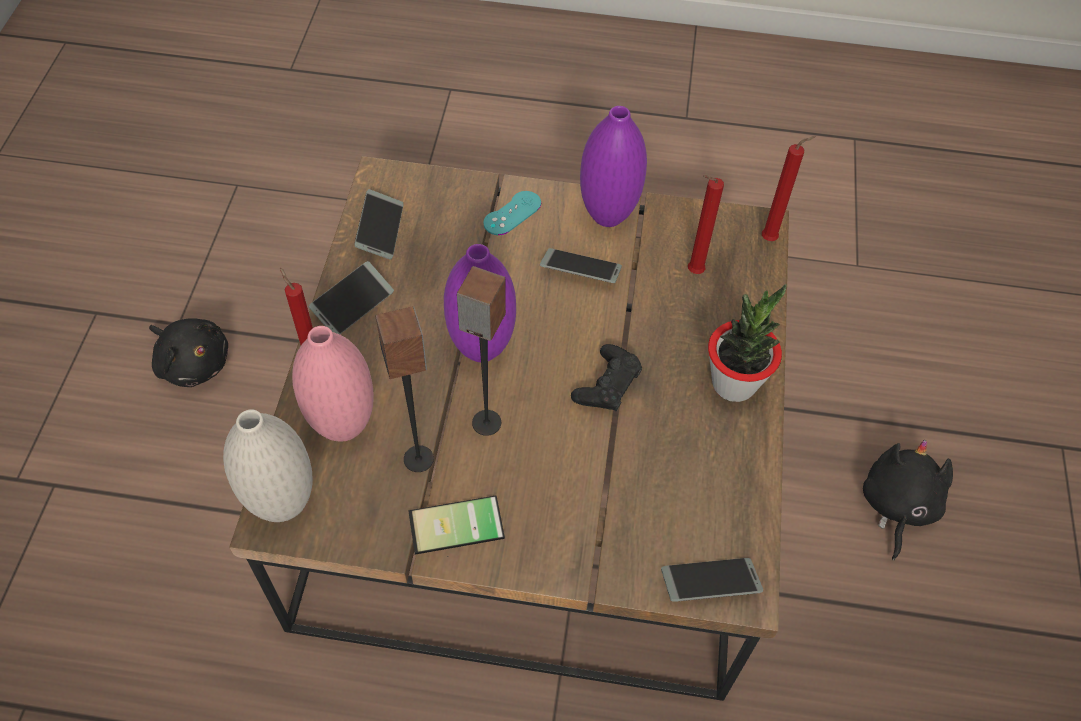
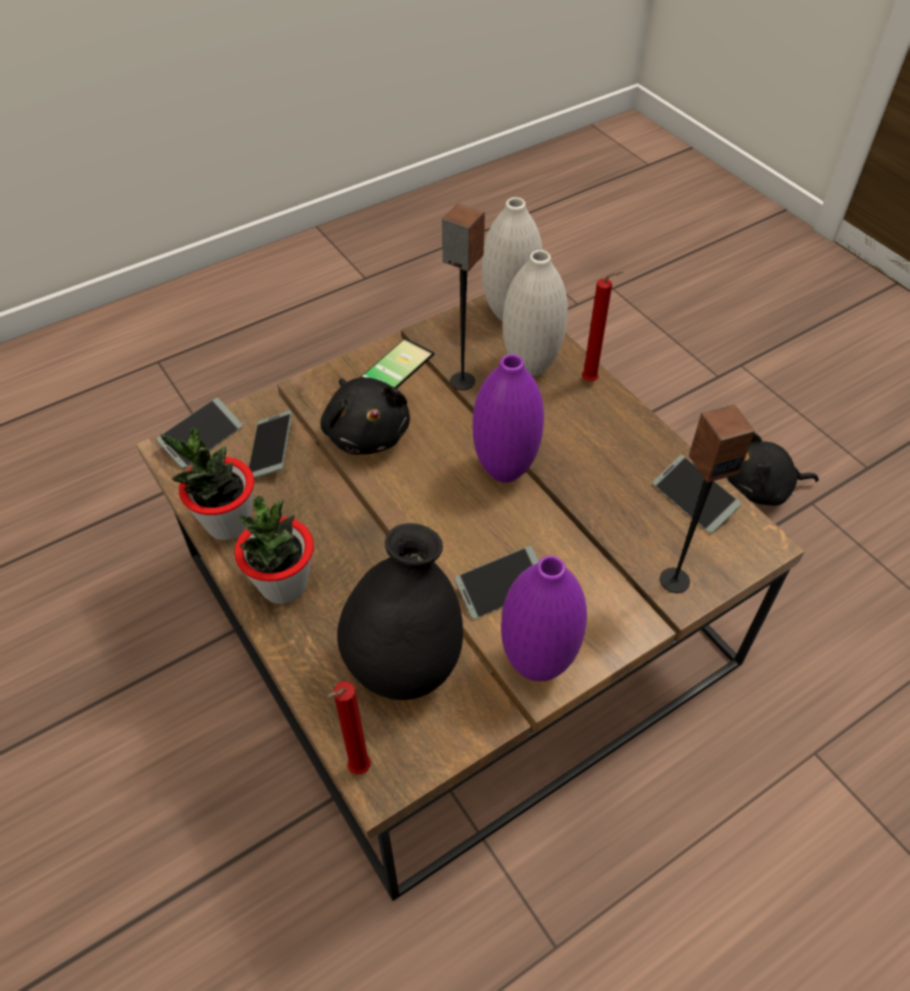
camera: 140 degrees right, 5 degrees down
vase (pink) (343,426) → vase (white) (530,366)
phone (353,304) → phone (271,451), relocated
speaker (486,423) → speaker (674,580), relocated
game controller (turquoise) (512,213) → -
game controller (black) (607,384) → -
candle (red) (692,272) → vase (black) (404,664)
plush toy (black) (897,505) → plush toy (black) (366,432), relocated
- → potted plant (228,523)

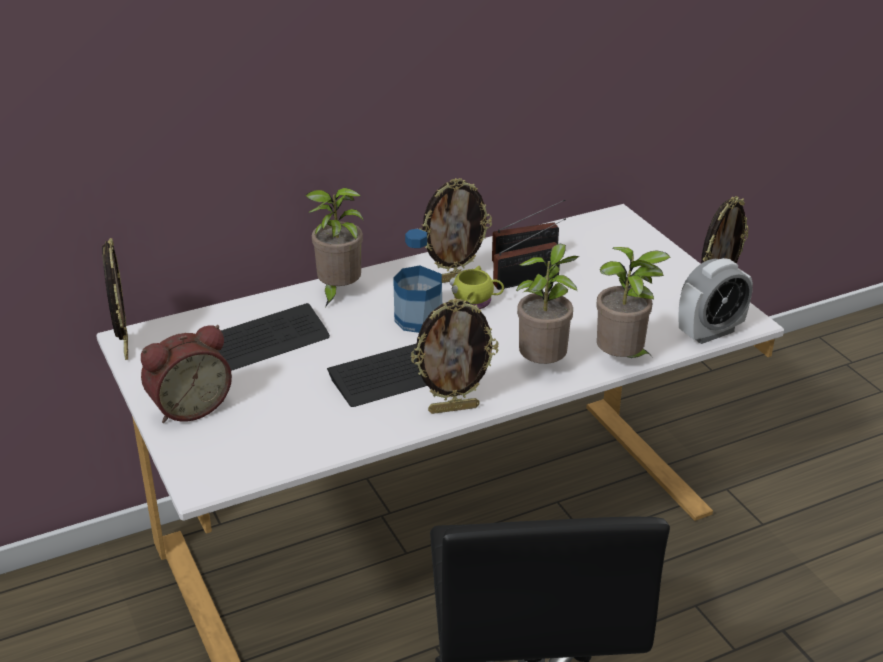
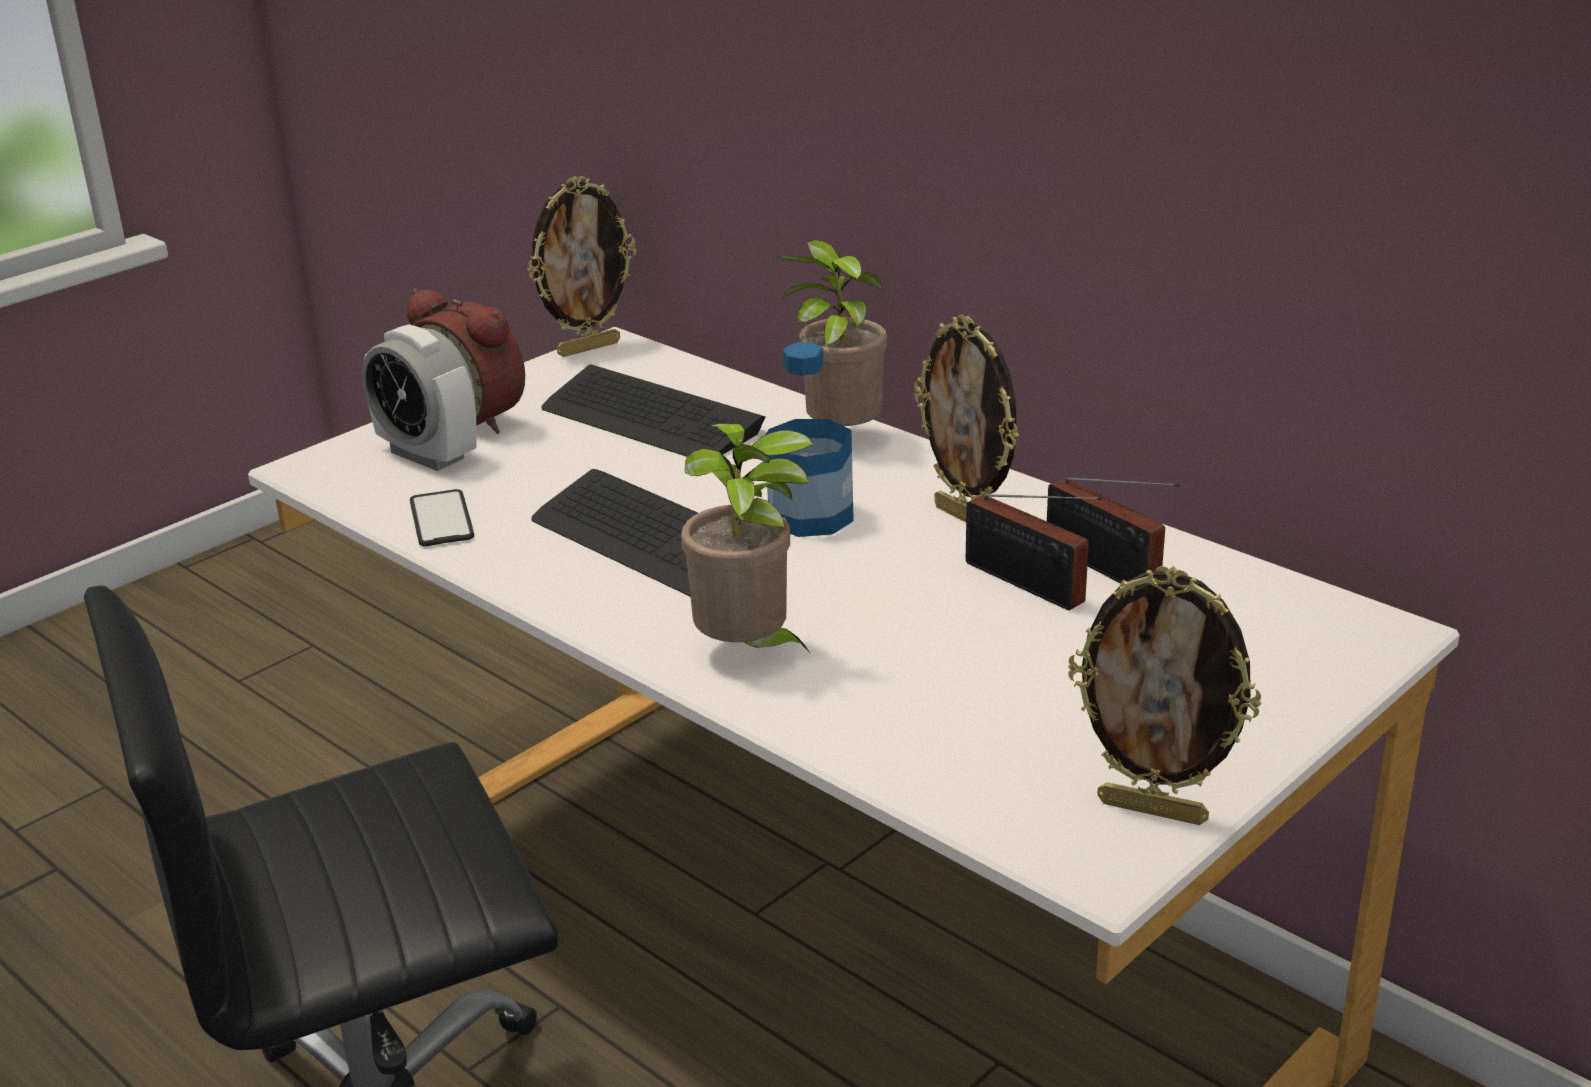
camera: 70 degrees right, 5 degrees down
picture frame (453,408) → -
mug (yellow) (476,301) → -
potted plant (622,360) → -
alarm clock (710,332) → alarm clock (427,455), relocated
- → phone (441,520)

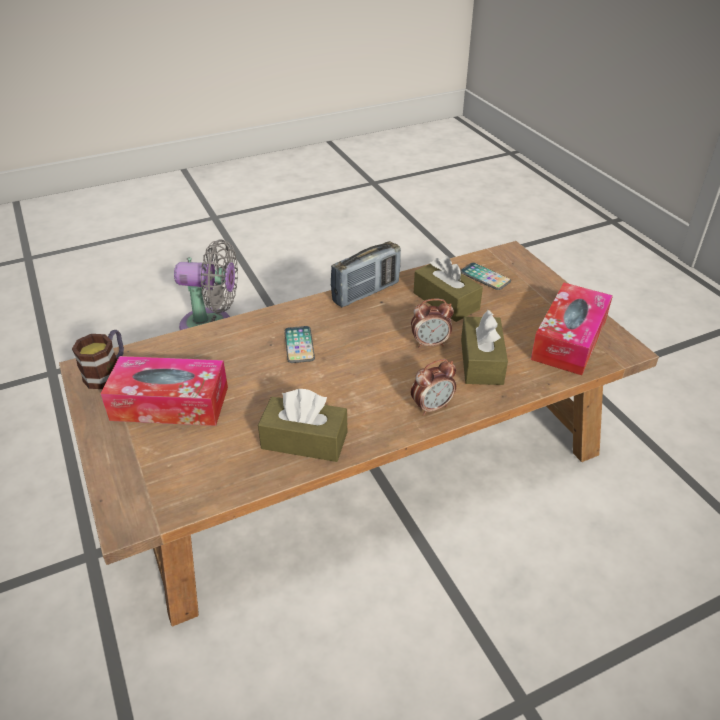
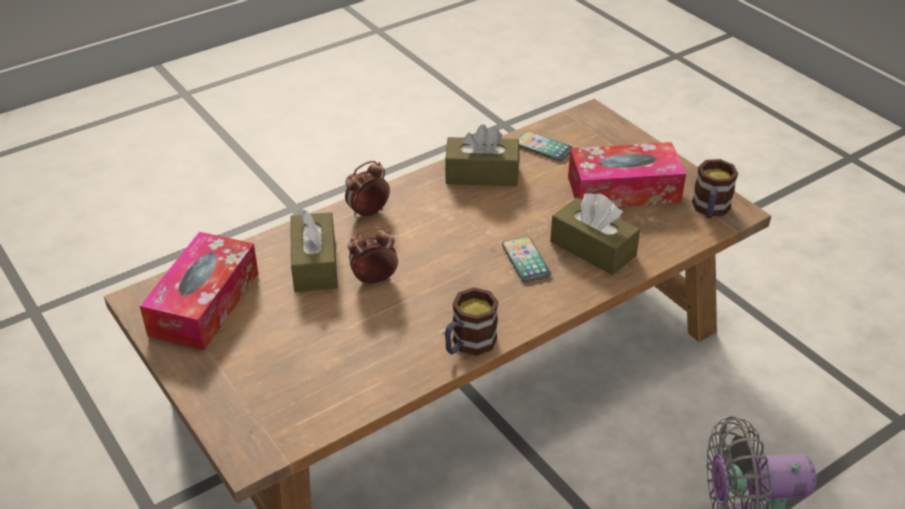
camera: 170 degrees right, 0 degrees up
radio (366,292) → mug (468,344)
tissue box (brown) (446,301) → tissue box (brown) (592,248), relocated
phone (485,277) → phone (543,147), relocated

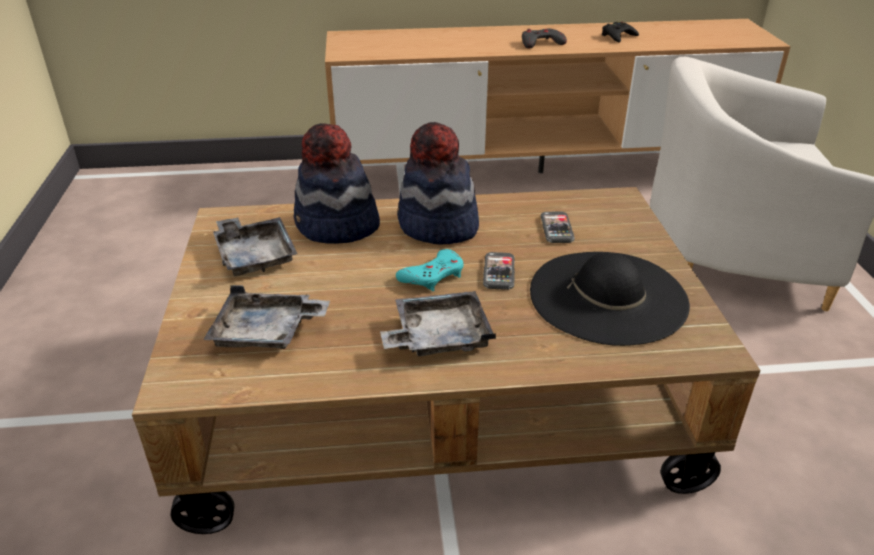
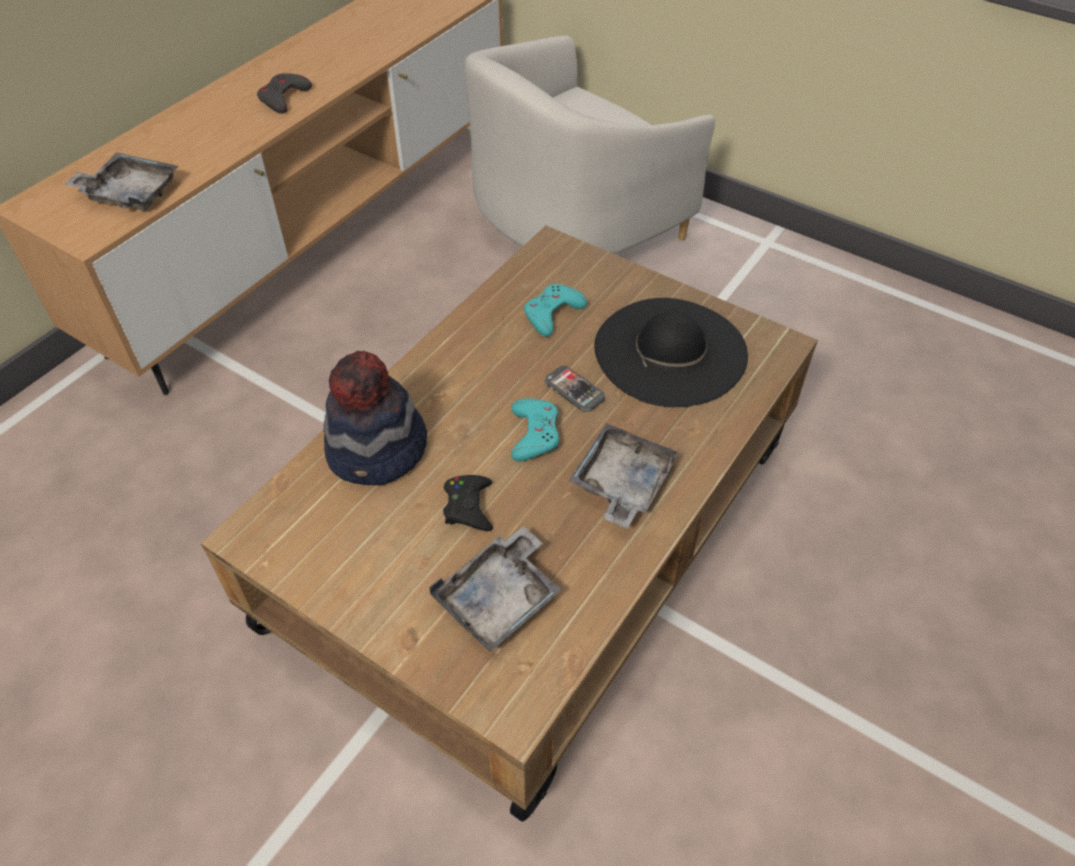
camera: 50 degrees left, 15 degrees up
tray (grey) (255,255) → tray (grey) (130,193), relocated
hat (437,226) → -
phone (557,229) → game controller (turquoise) (552,313)
game controller (black) (618,36) → game controller (black) (468,507), relocated

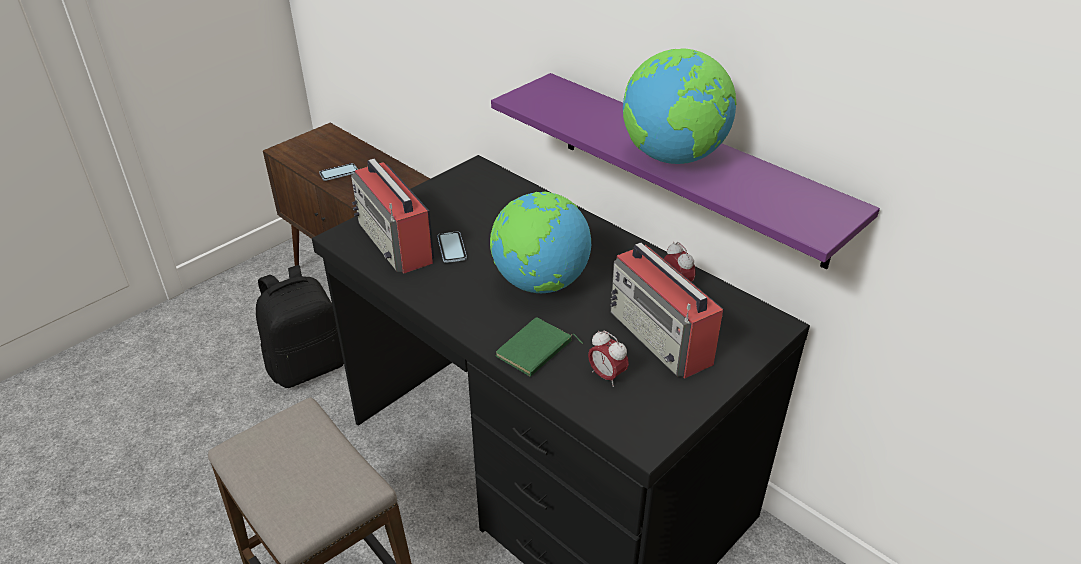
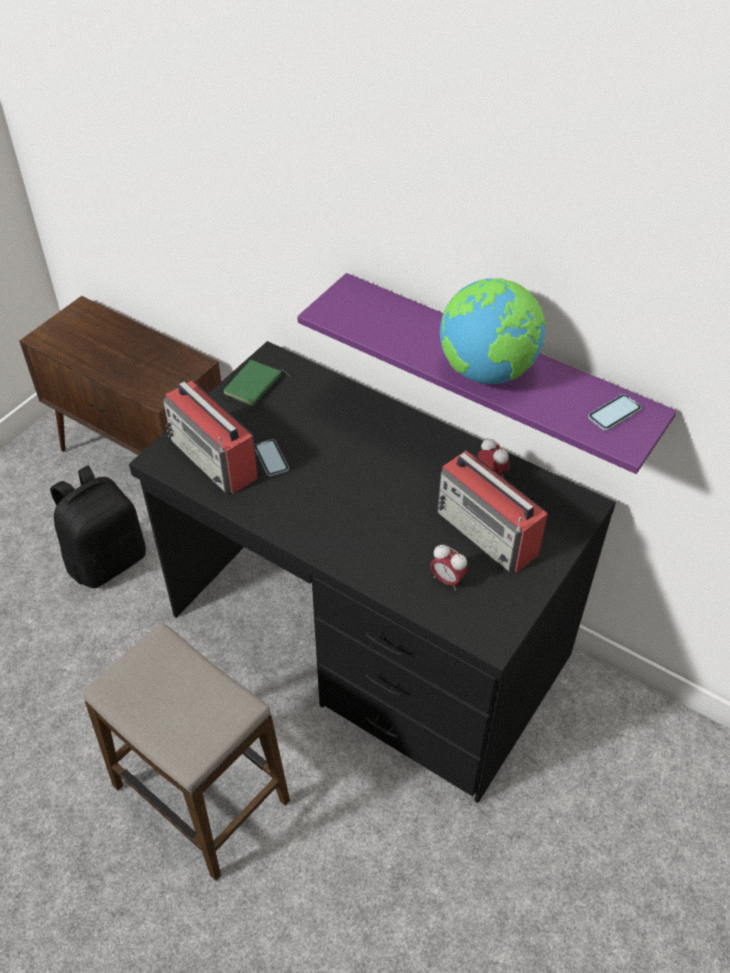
camera: 10 degrees left, 10 degrees up
phone (339,173) → phone (614,414), relocated
globe (540,283) → -
book (green) (535,351) → book (green) (254,386), relocated

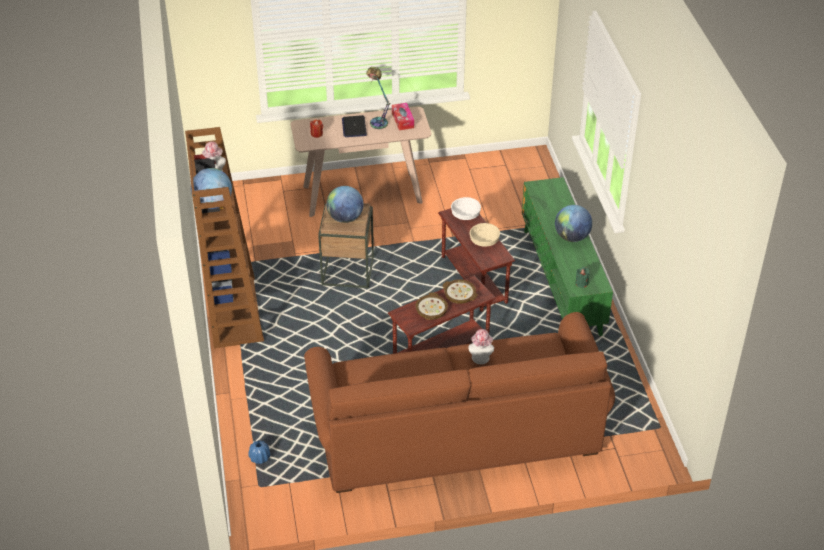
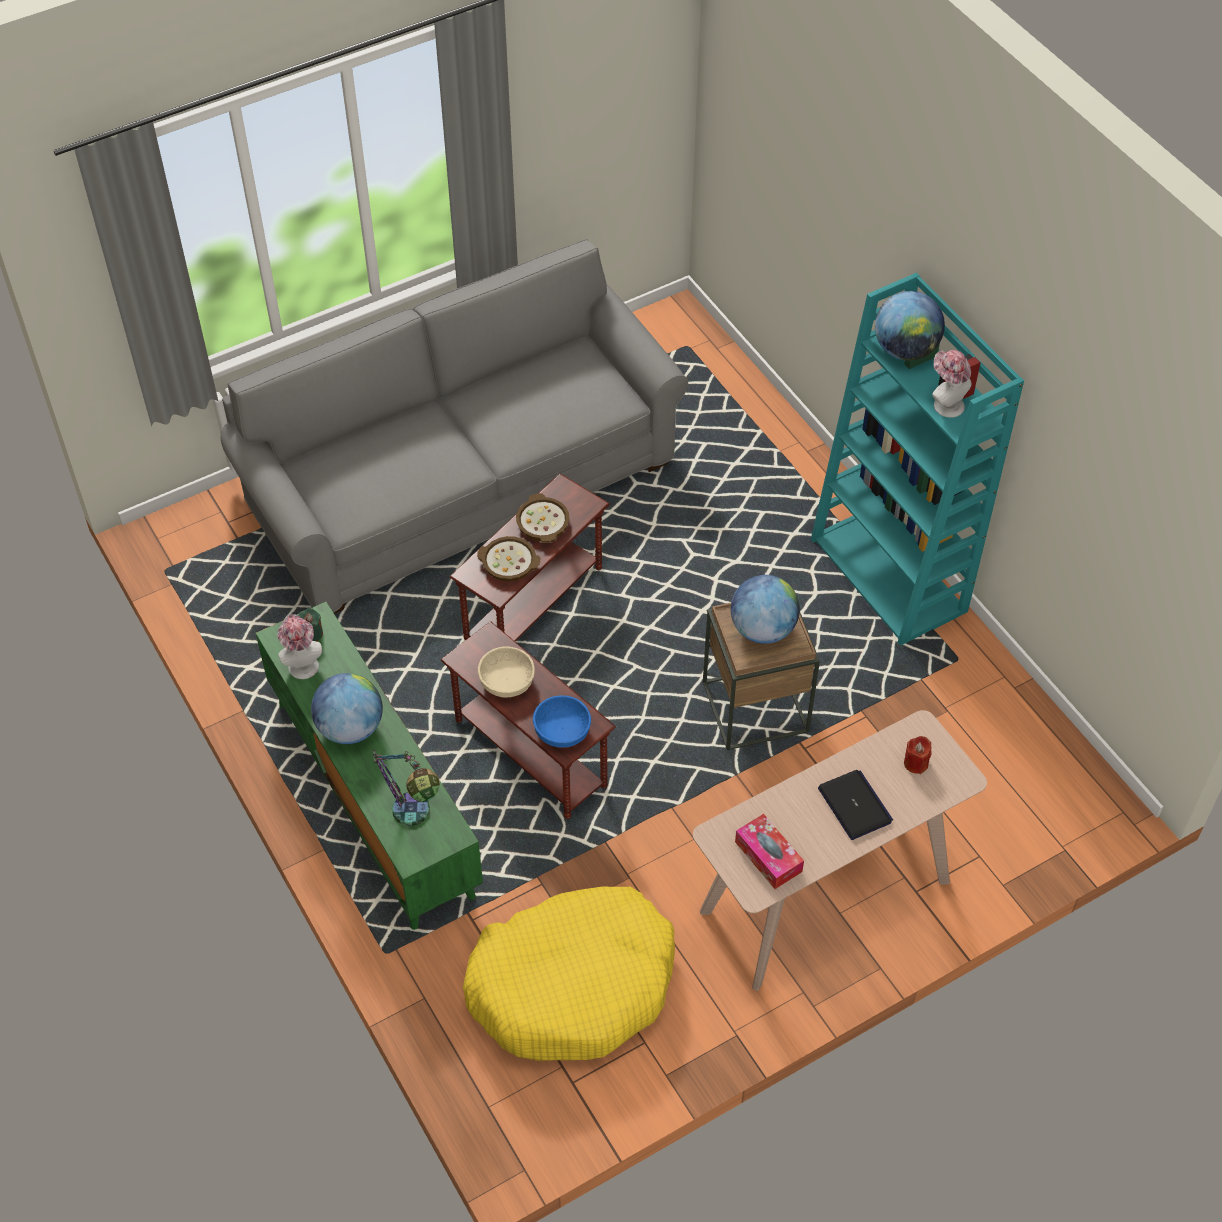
camera: 160 degrees right, 10 degrees up
bookcase (brown) (233,311) → bookcase (turquoise) (890,576)
vase (blue) (260,458) → -
sofa (brown) (456,431) → sofa (grey) (461,484)
table lamp (378,120) → table lamp (415,819), relocated
bowl (white) (465,215) → bowl (blue) (562,732)
hat (480,359) → hat (302,663), relocated
- → dog bed (yellow) (573,984)

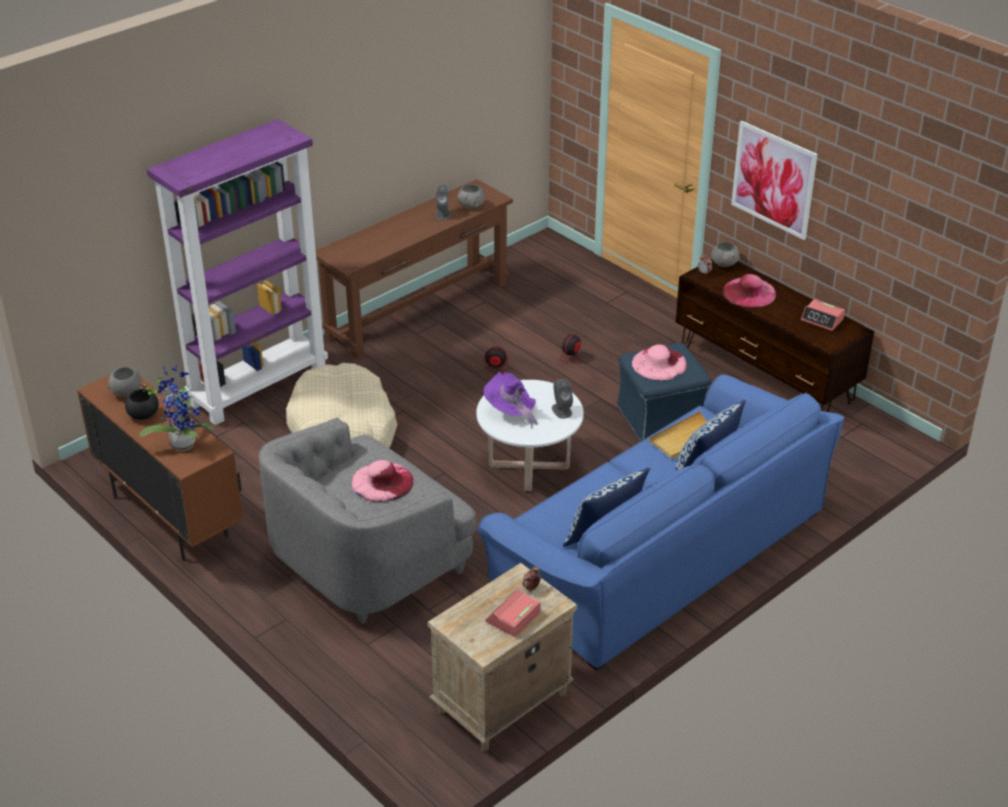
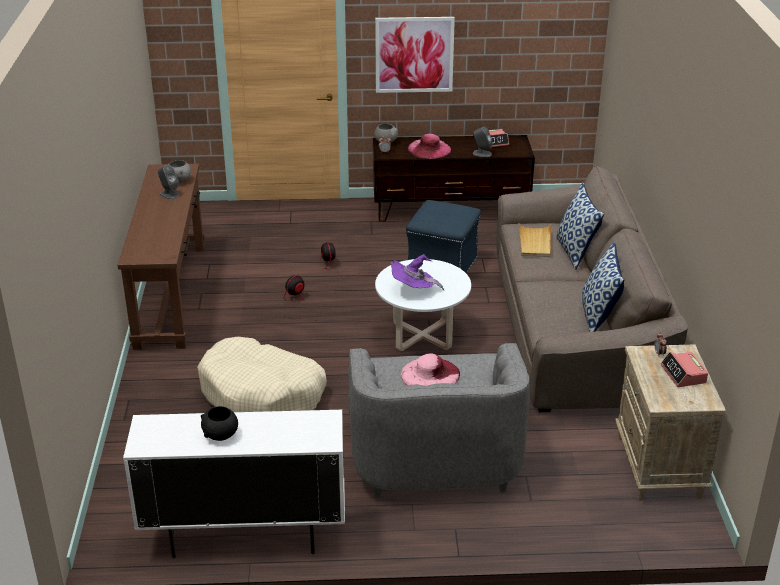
camera: 50 degrees left, 5 degrees down
cabinet (brown) (169,516) → cabinet (white) (244,536)
bowl (grey) (127,392) → -
potted plant (182,442) → -
bookcase (purple) (259,386) → -
sofa (blue) (658,550) → sofa (brown) (574,329)
speaker (grey) (561,410) → speaker (grey) (482,153), relocated
hat (pink) (659,364) → -

